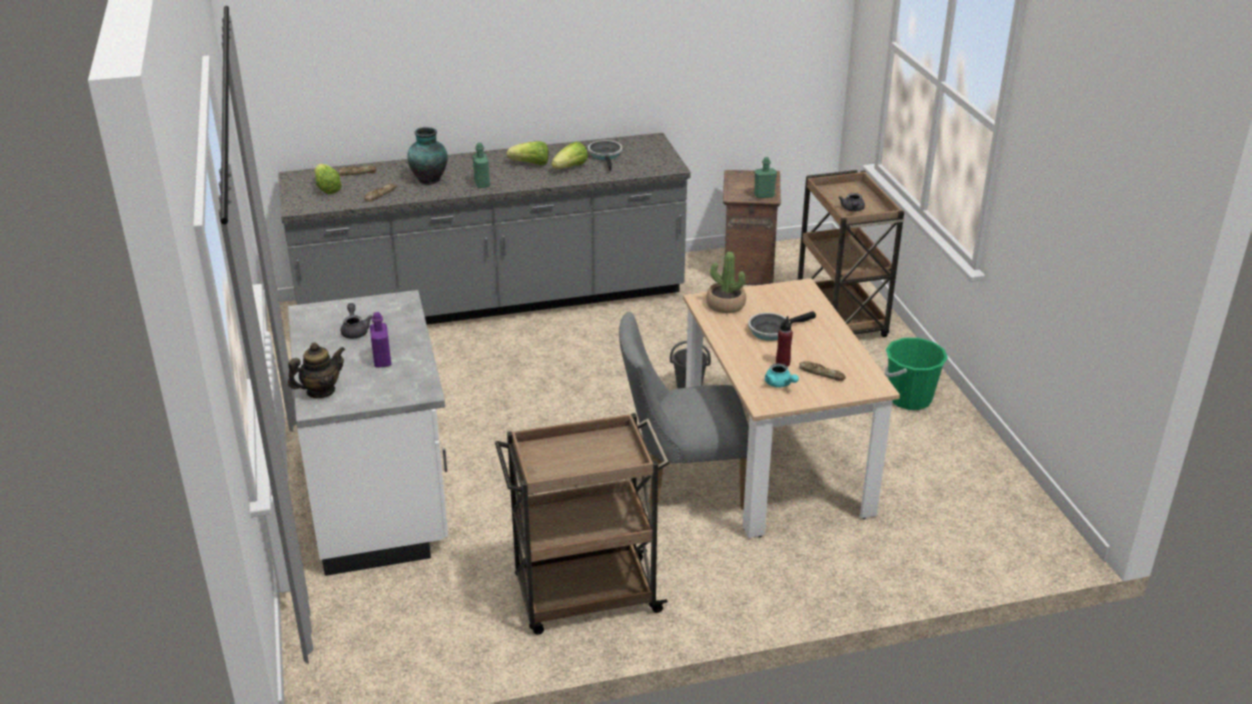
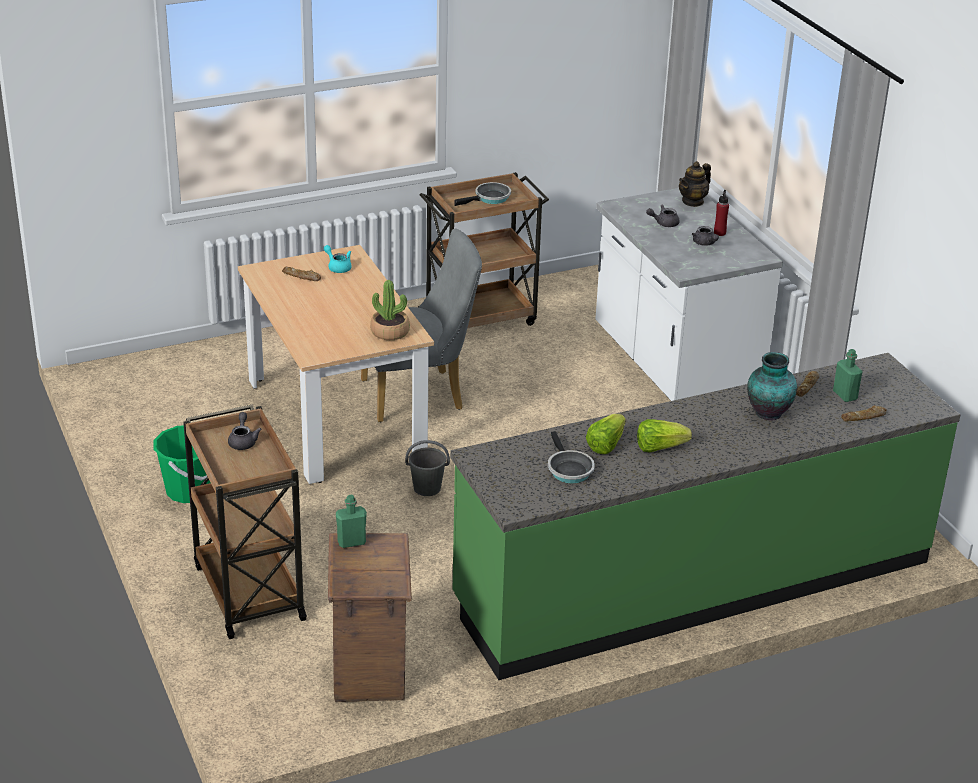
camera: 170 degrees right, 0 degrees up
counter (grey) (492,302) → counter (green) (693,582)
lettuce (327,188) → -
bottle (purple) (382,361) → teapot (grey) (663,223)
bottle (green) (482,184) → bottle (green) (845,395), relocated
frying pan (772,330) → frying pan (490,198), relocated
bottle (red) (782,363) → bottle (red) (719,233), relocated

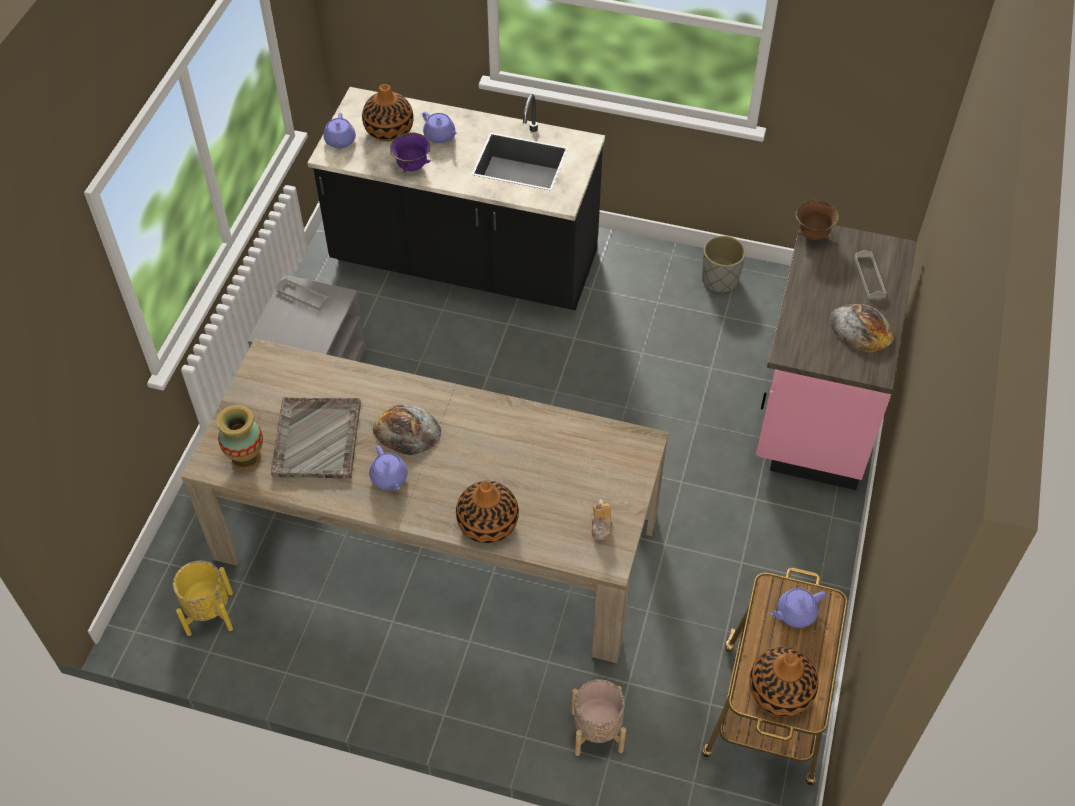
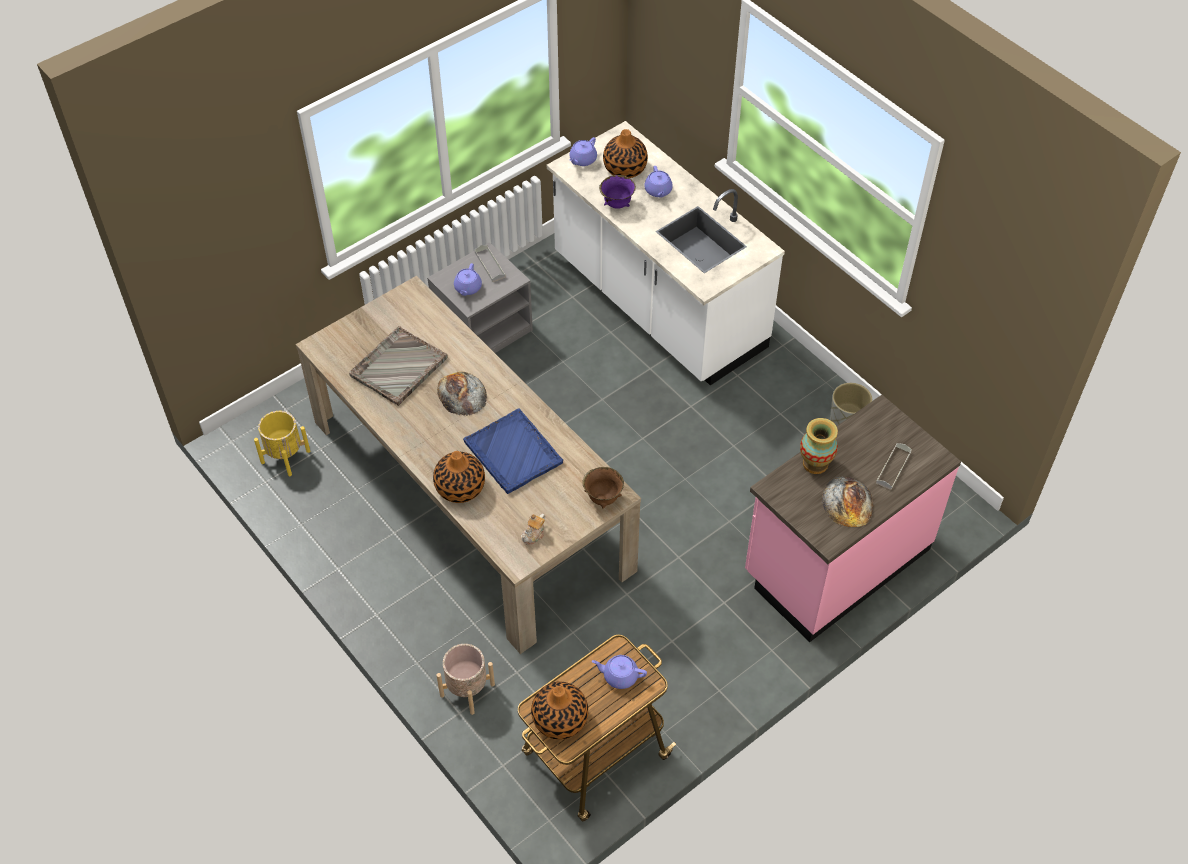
camera: 35 degrees right, 0 degrees up
vase (246,457) → vase (815,463), relocated
counter (black) (464,261) → counter (white) (657,303)
teapot (purple) (389,478) → teapot (purple) (467,288), relocated
bowl (brown) (812,235) → bowl (brown) (603,498), relocated
- → tray (blue) (513,453)

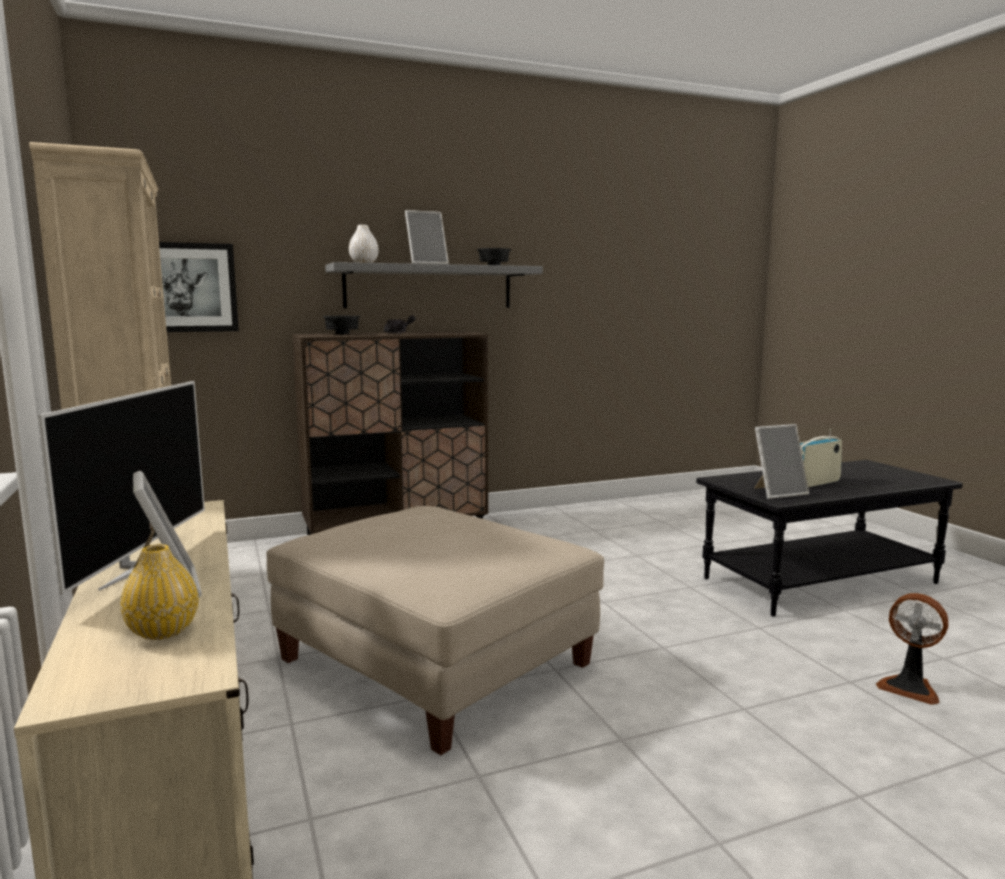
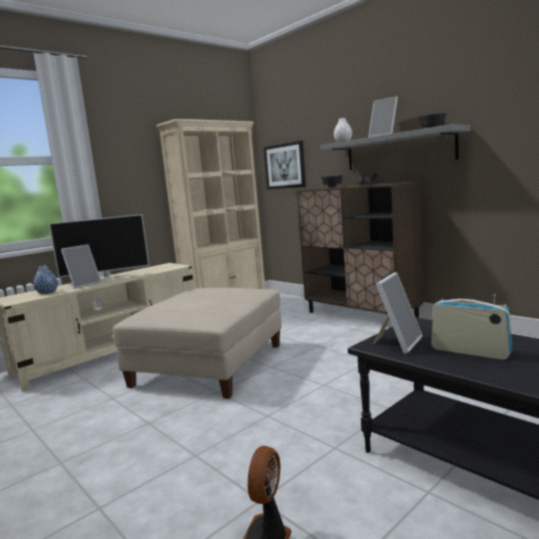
camera: 70 degrees right, 0 degrees up
vase (yellow) (163,631) → vase (blue) (47,292)
picture frame (777,493) → picture frame (397,343), 105 degrees counterclockwise

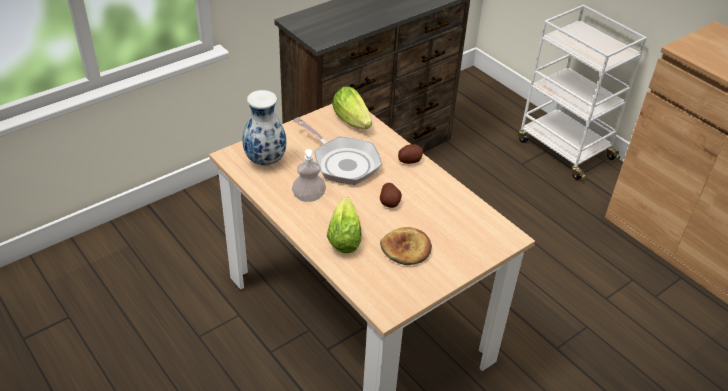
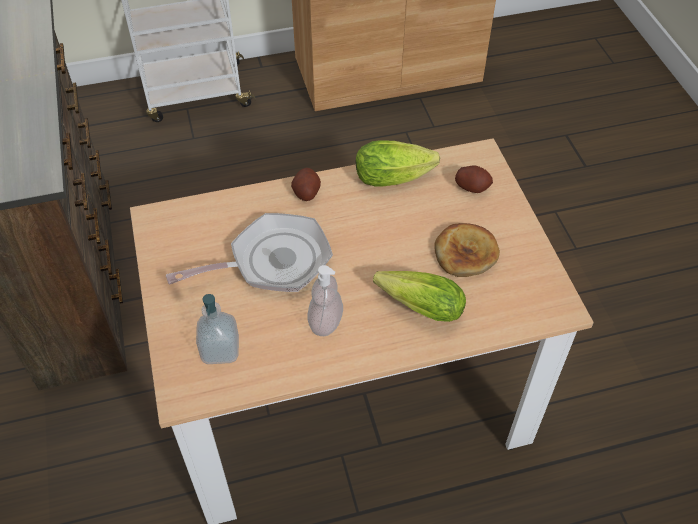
camera: 65 degrees left, 10 degrees up
vase (266,161) → soap dispenser (220,350)
lettuce (353,121) → lettuce (397,176), relocated
potato (389,202) → potato (472,187), relocated

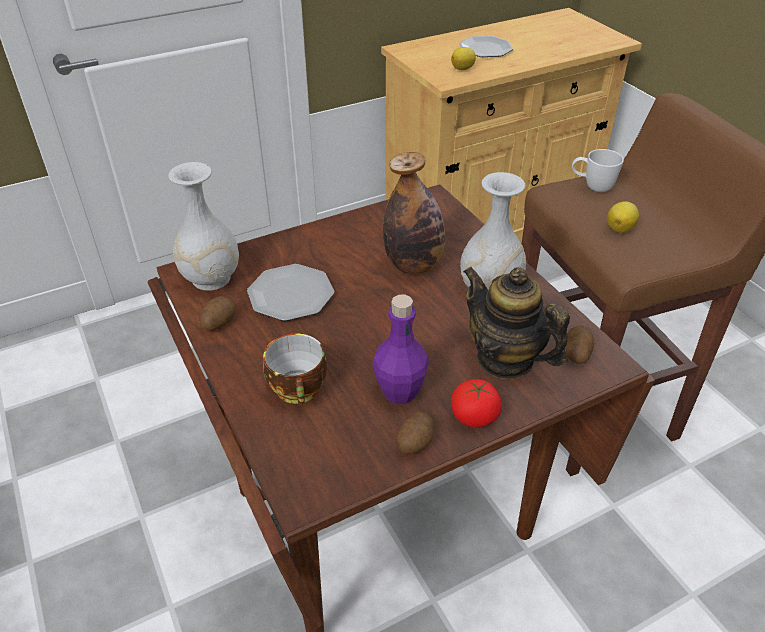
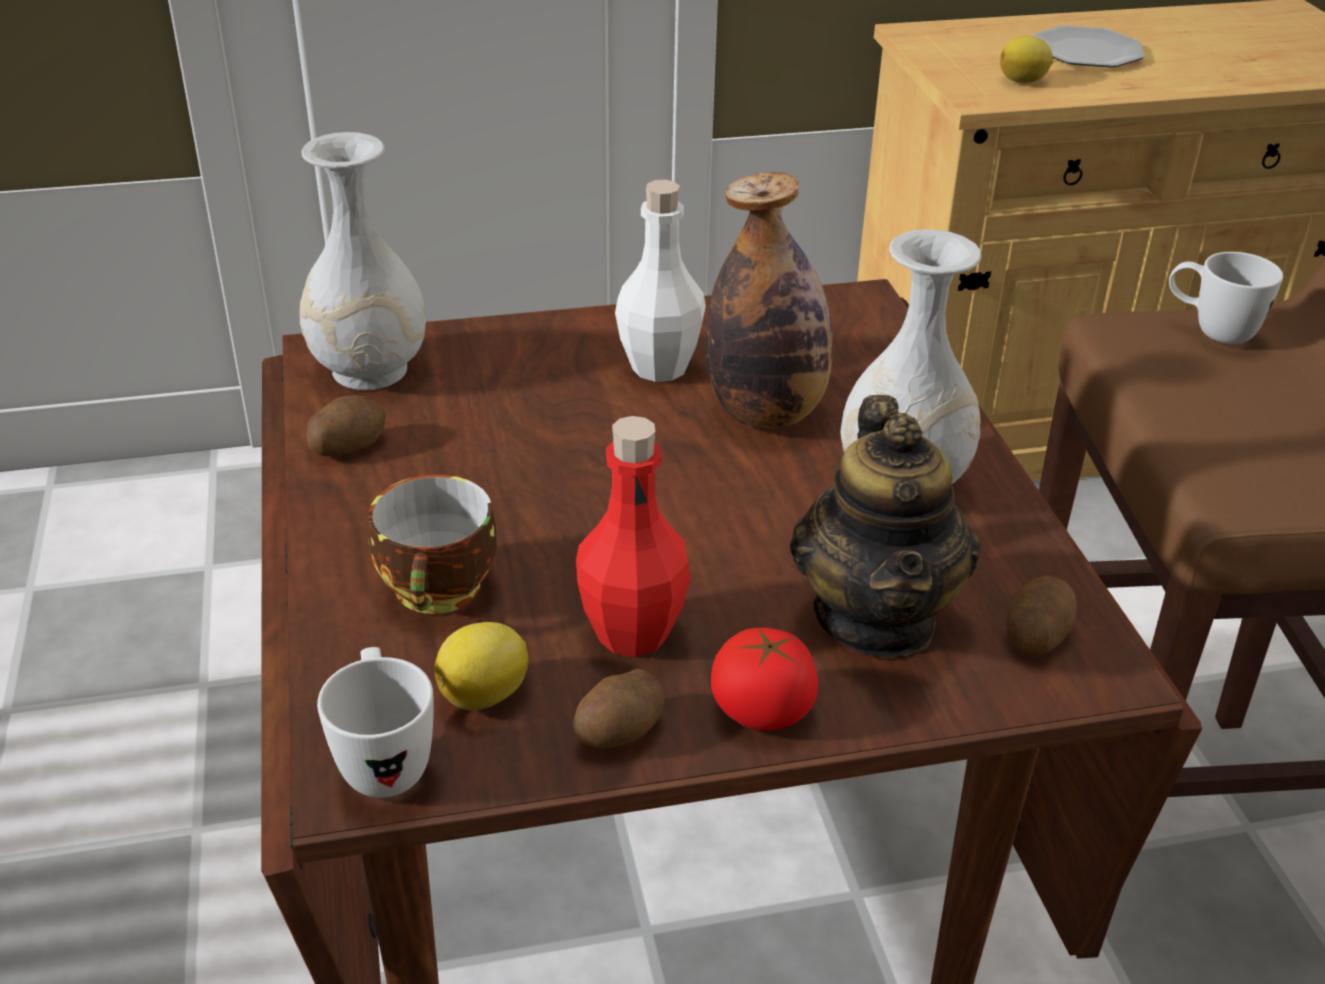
camera: 15 degrees right, 5 degrees down
plate (290,294) → -
bottle (purple) (400,391) → bottle (red) (632,633)
teapot (505,359) → teapot (876,617), 150 degrees counterclockwise
lemon (620,228) → lemon (486,694), relocated
- → mug (white) (384,759)
- → bottle (white) (659,367)

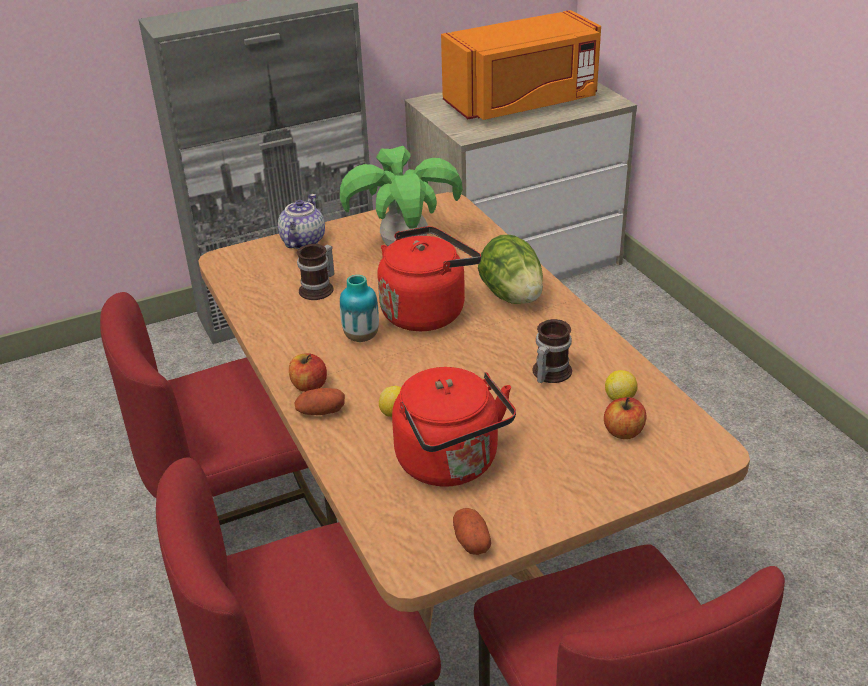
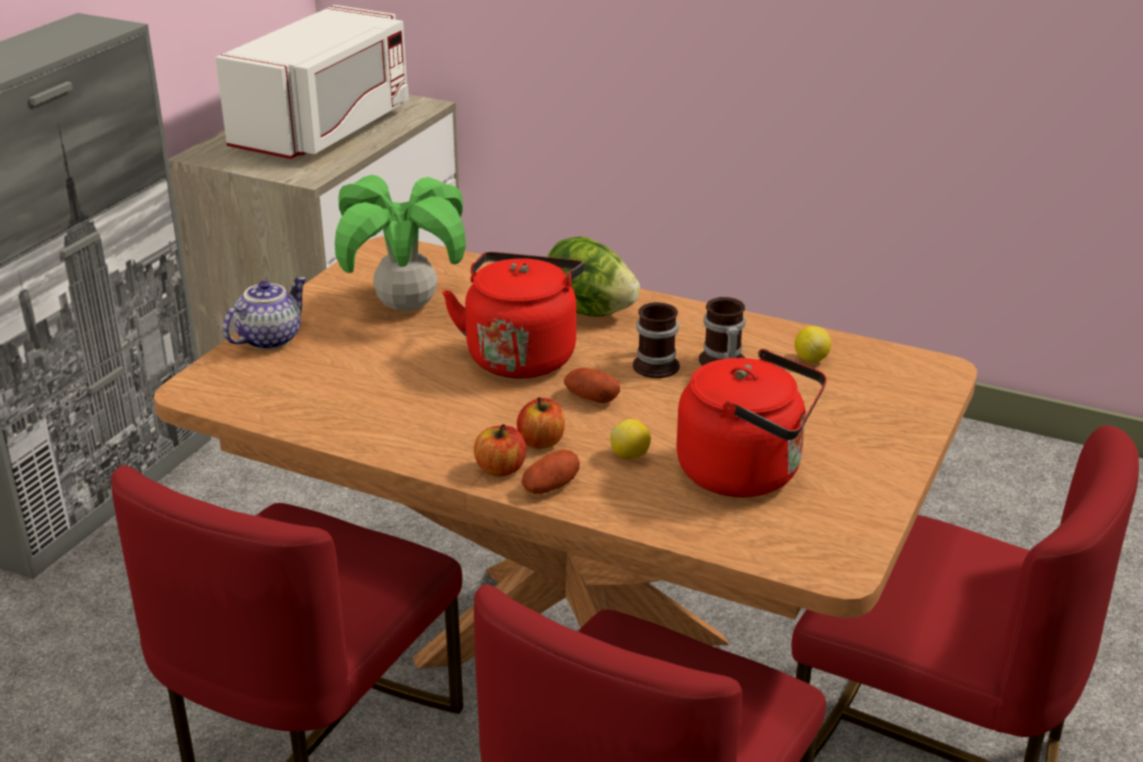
camera: 40 degrees left, 5 degrees down
teapot (302,241) → teapot (269,338), 60 degrees clockwise
mug (320,289) → mug (657,363), relocated
vase (361,337) → -
microwave (orange) (522,103) → microwave (white) (324,129)
potato (471,541) → potato (591,398), relocated
apple (623,432) → apple (541,442), relocated

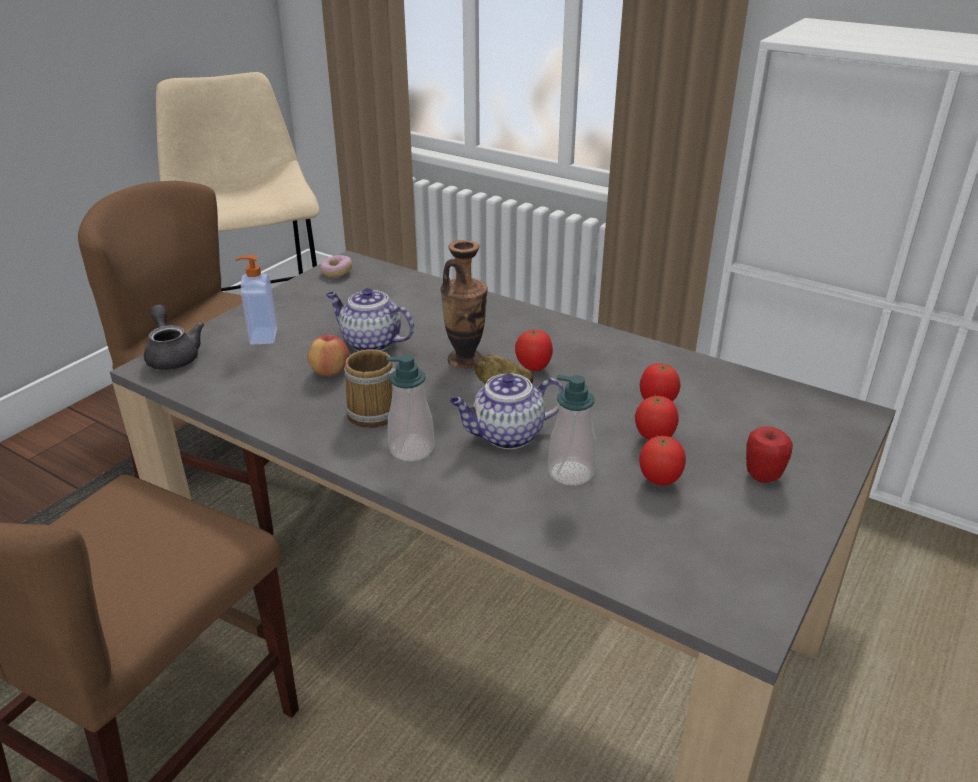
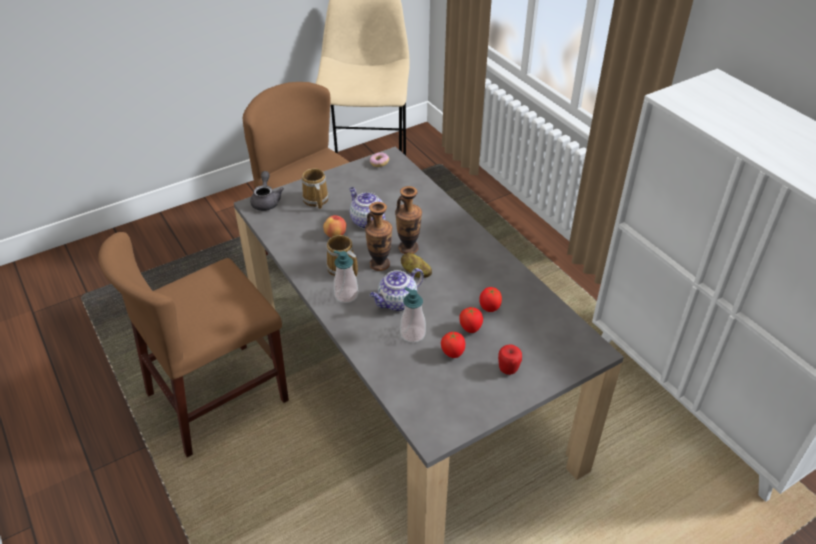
camera: 25 degrees right, 10 degrees up
soap dispenser (262,336) → mug (315,200)
teapot (506,436) → teapot (397,302), 45 degrees counterclockwise
tomato (533,368) → -
- → vase (379,264)

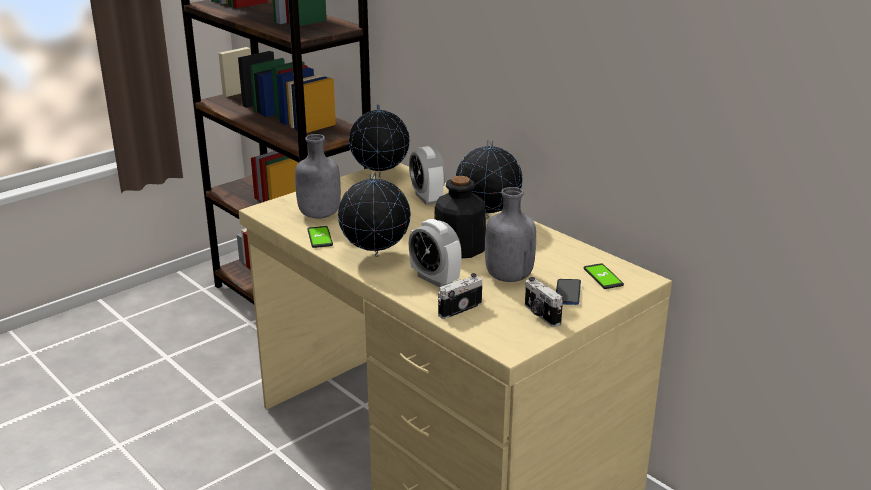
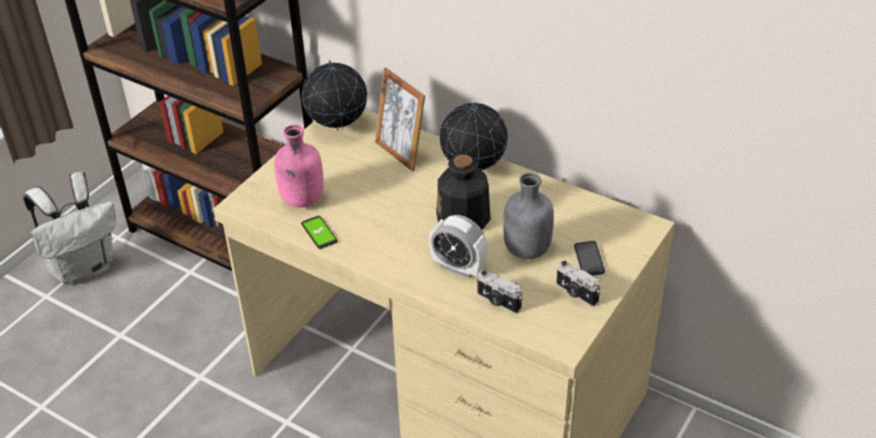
camera: 15 degrees left, 15 degrees up
bottle (grey) (318,215) → bottle (pink) (302,200)
globe (375,256) → -
alarm clock (427,198) → picture frame (400,153)
photo camera (458,308) → photo camera (498,302), 90 degrees counterclockwise
phone (603,277) → -
- → backpack (white) (85,267)

